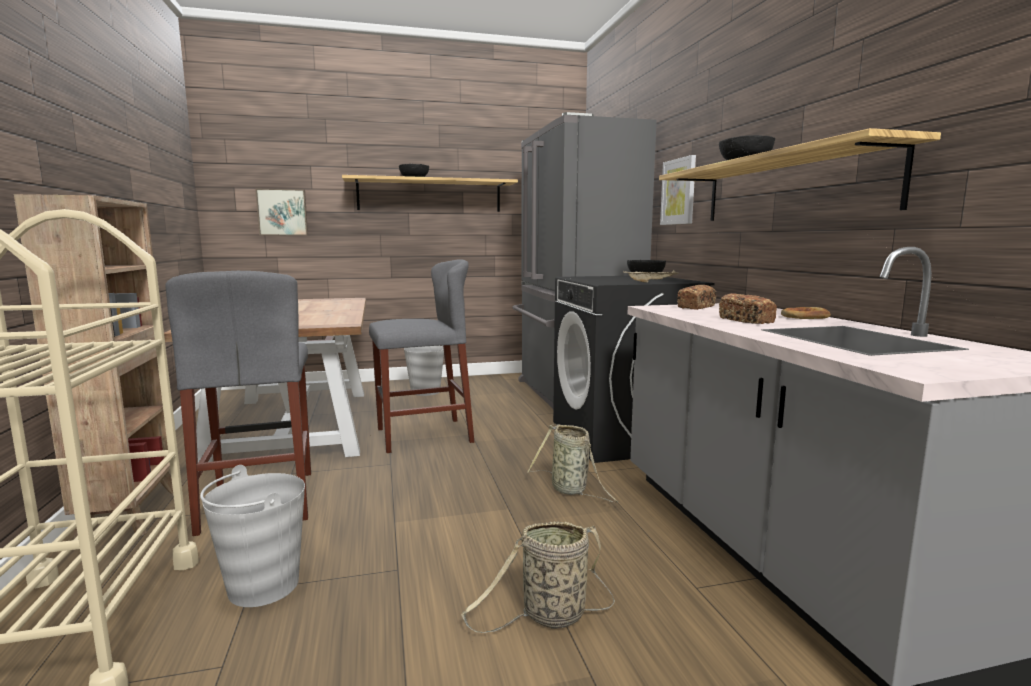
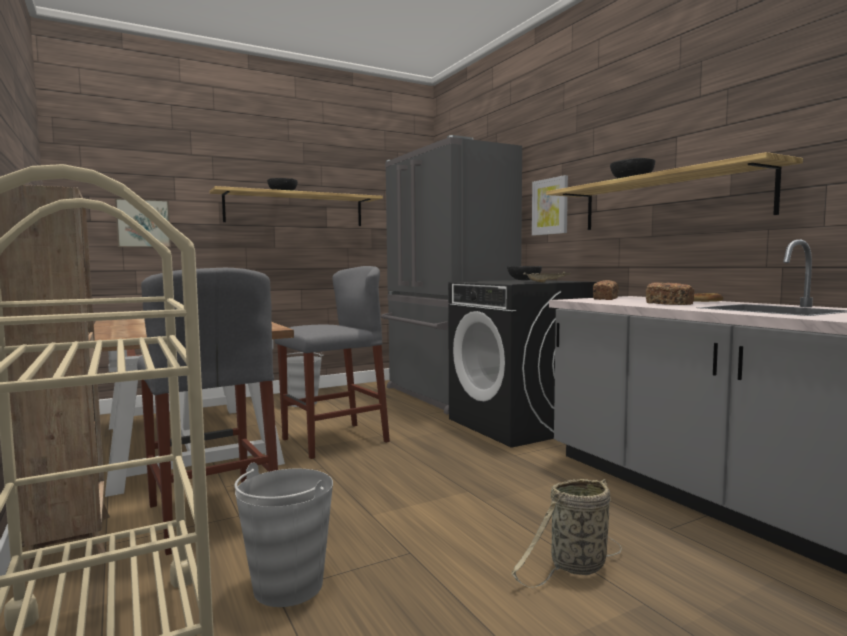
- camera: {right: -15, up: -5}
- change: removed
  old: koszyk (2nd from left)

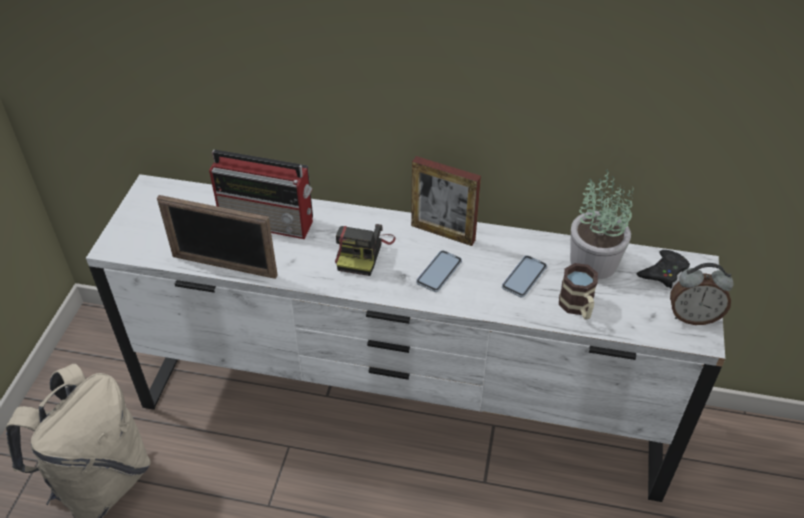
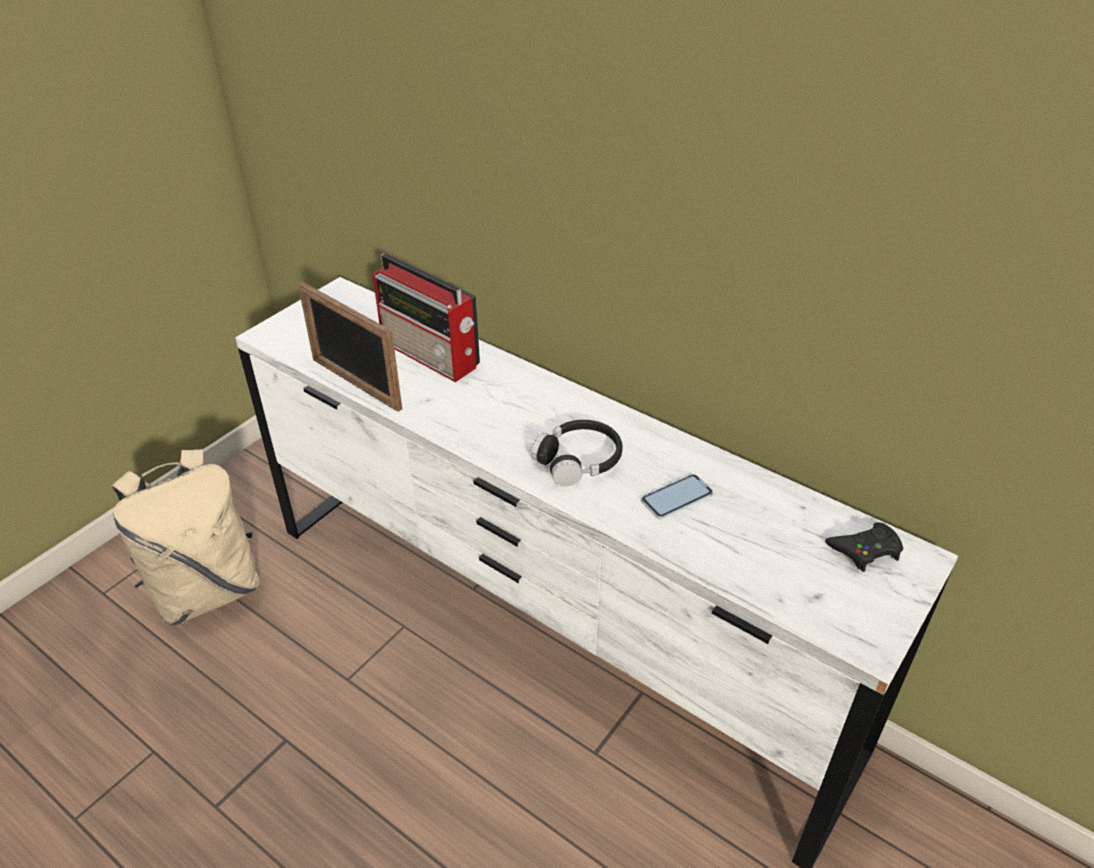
- camera: {right: 25, up: -5}
- change: removed
  old: aparat fotograficzny
- change: removed
  old: ramka na zdjęcie (2nd from left)
- change: replaced
  old: telefon (1st from left)
  new: słuchawki (czarny)
- change: removed
  old: kubek
- change: removed
  old: roślina doniczkowa
- change: removed
  old: budzik

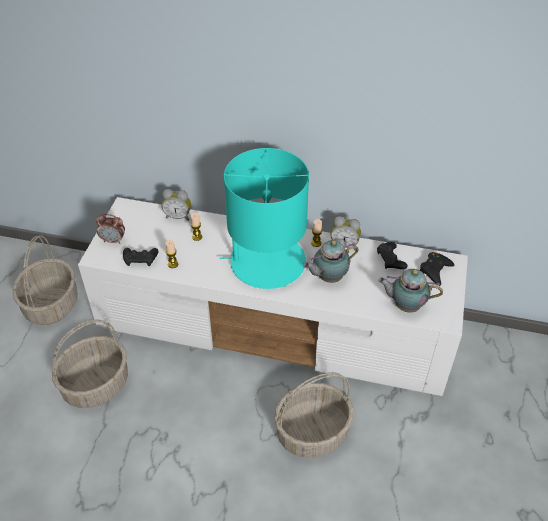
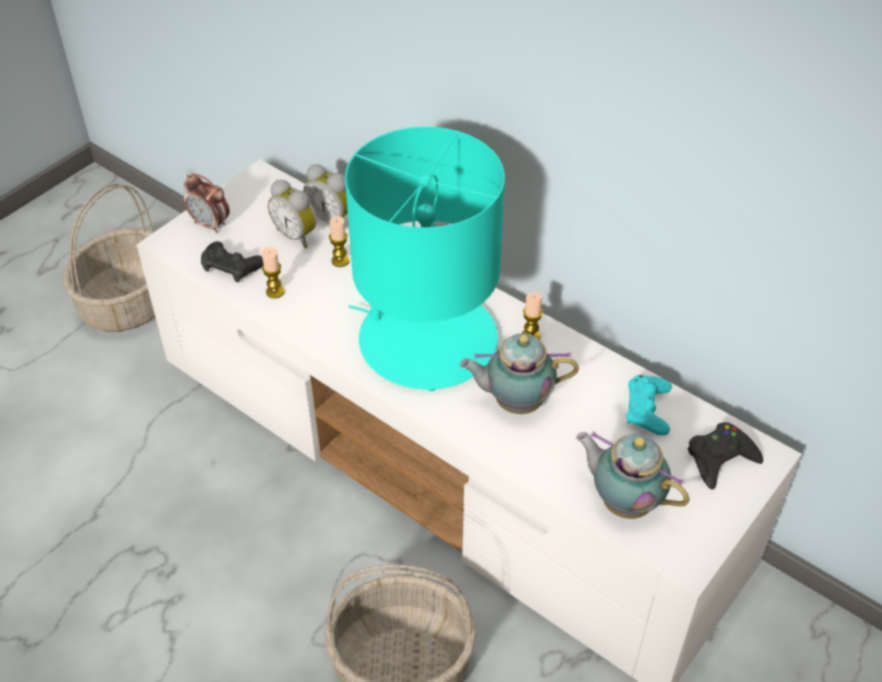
- camera: {right: 25, up: 0}
- change: removed
  old: koszyk (2nd from left)
- change: moved
  old: budzik (3rd from left in the first image)
  new: budzik (2nd from left)
- change: recoloured
  old: pad do gier (czarny) (2nd from left)
  new: pad do gier (turkusowy)

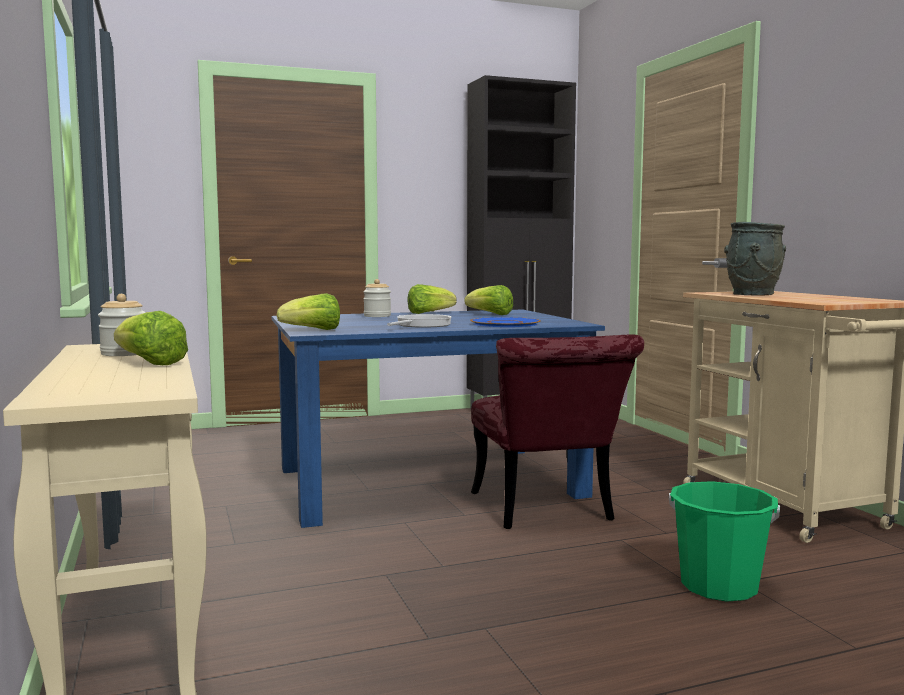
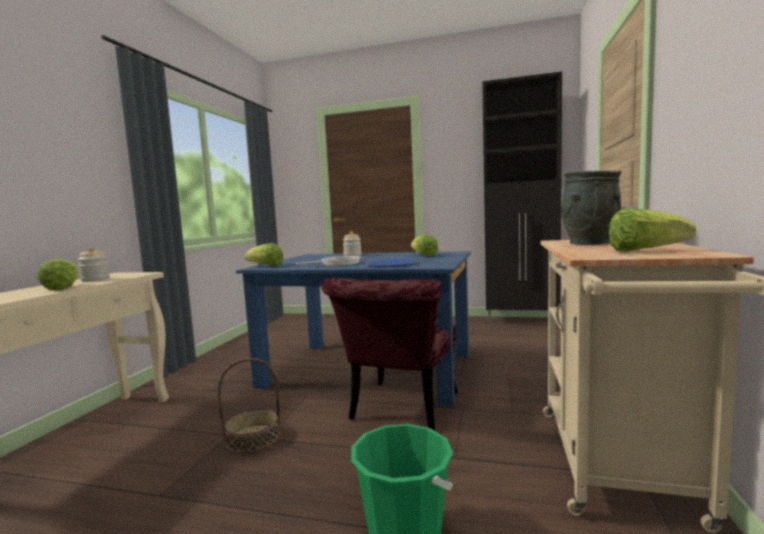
- camera: {right: 35, up: 0}
- change: moved
  old: sałata (3rd from left in the first image)
  new: sałata (4th from left)
- change: added
  new: koszyk

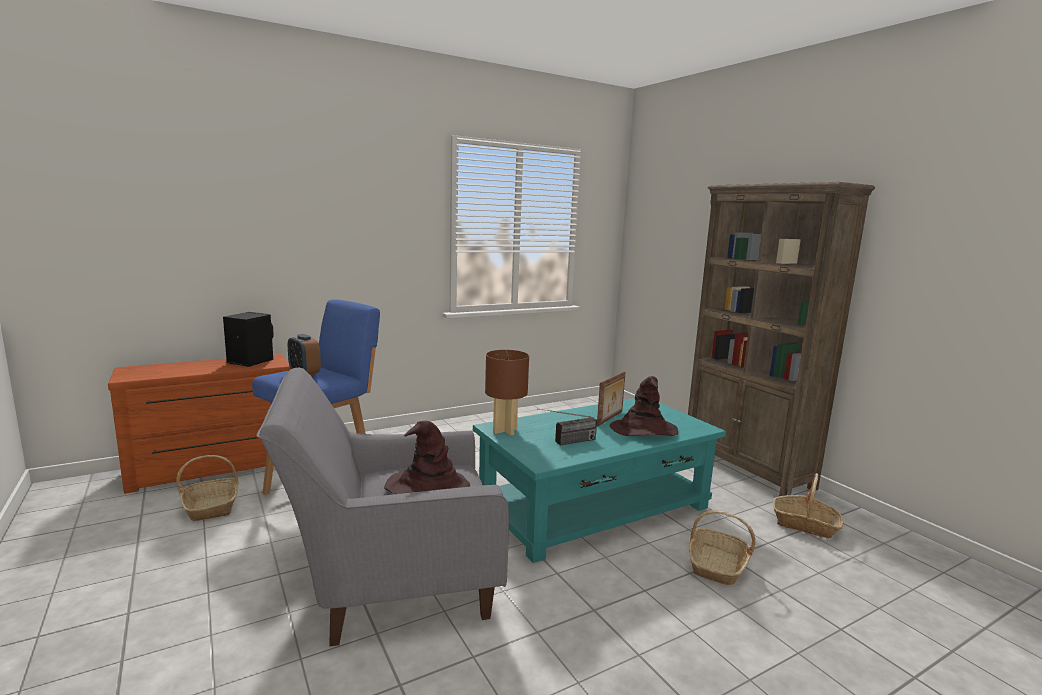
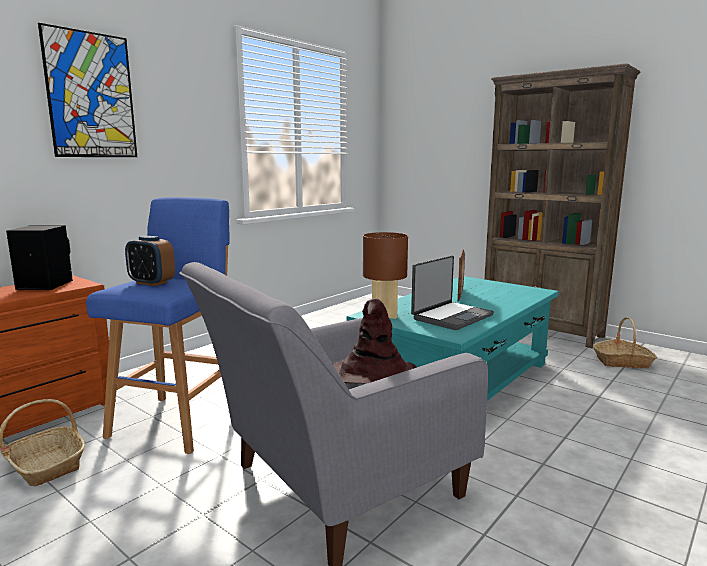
- camera: {right: -20, up: 0}
- change: replaced
  old: radio
  new: laptop
- change: removed
  old: kapelusz (brązowy) (2nd from left)
- change: removed
  old: koszyk (2nd from left)
- change: added
  new: obraz

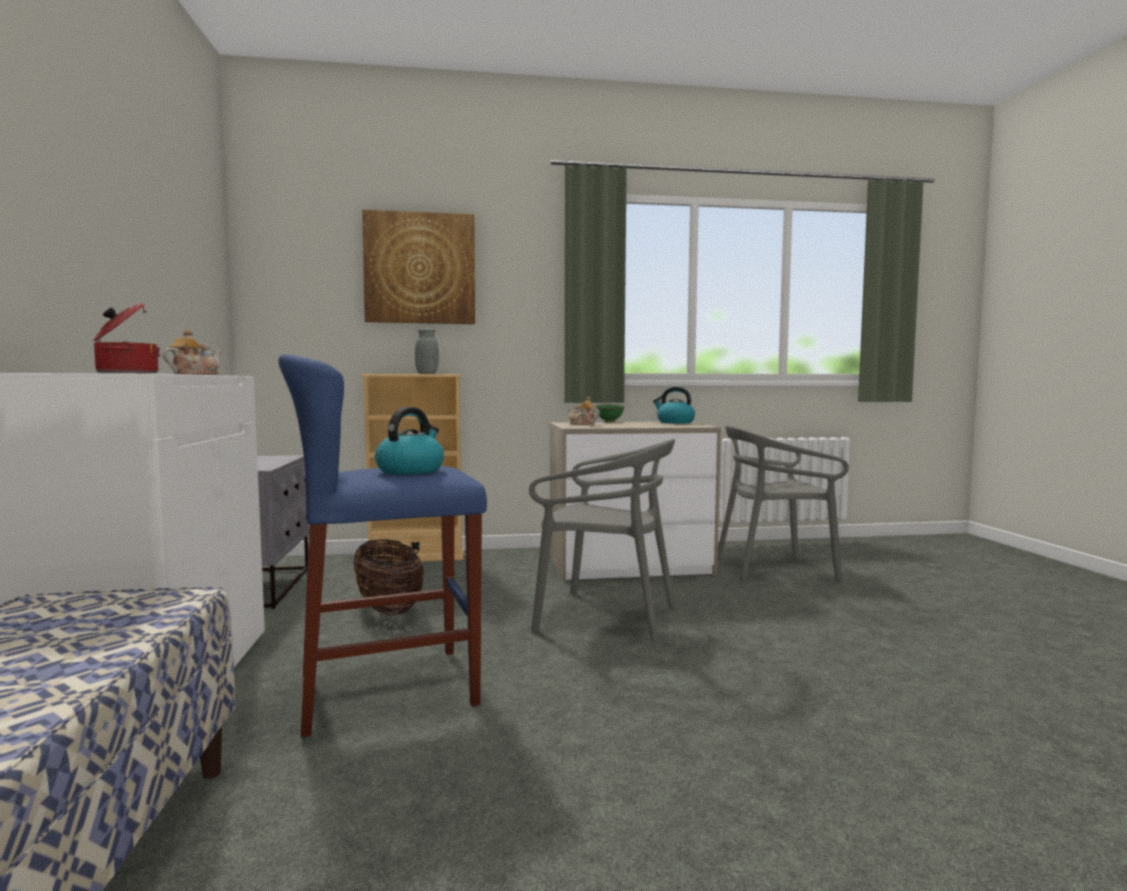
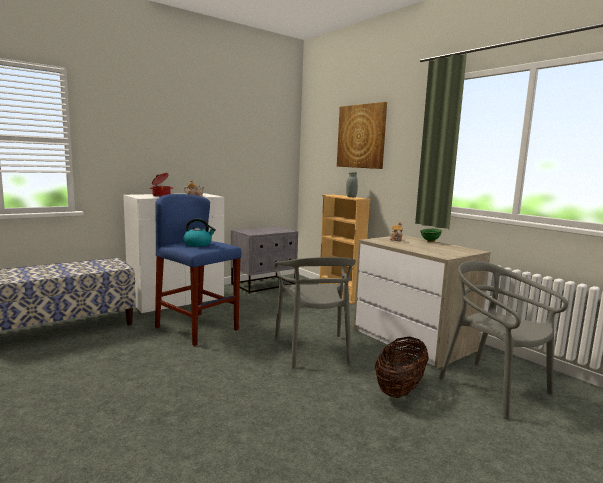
- camera: {right: 60, up: 5}
- change: moved
  old: koszyk
- change: removed
  old: czajnik (2nd from left)

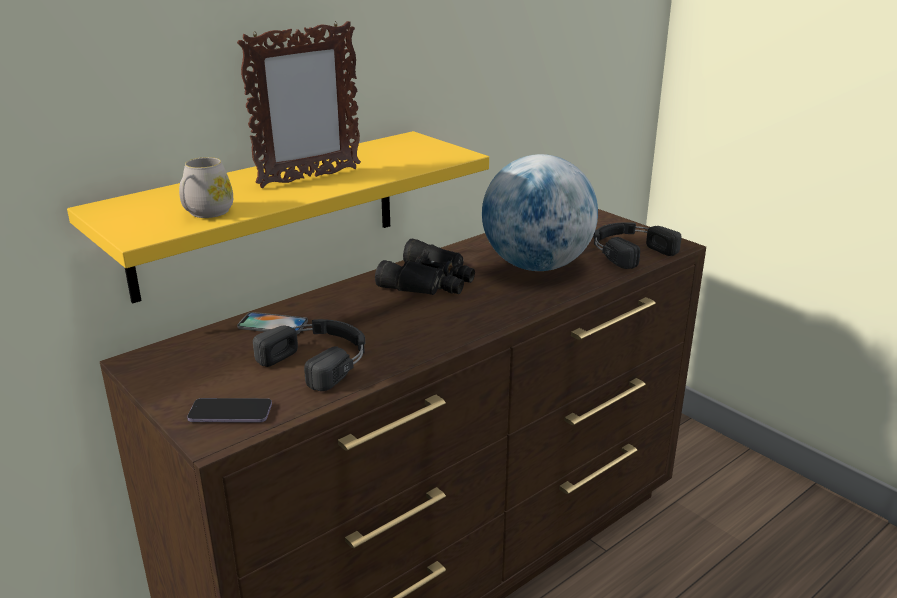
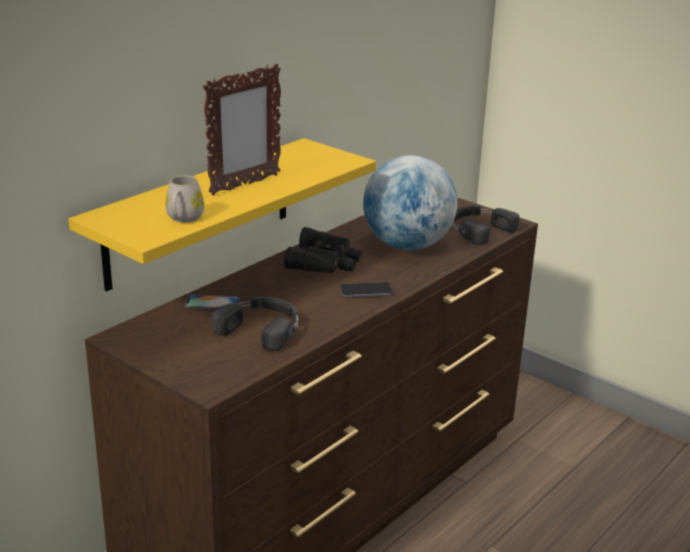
- camera: {right: -10, up: 0}
- change: moved
  old: telefon (1st from left in the first image)
  new: telefon (2nd from left)

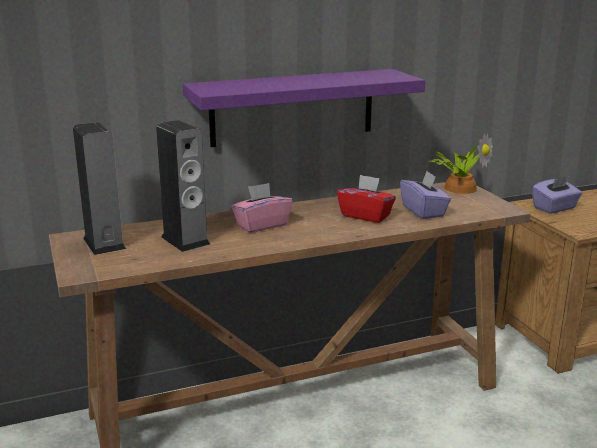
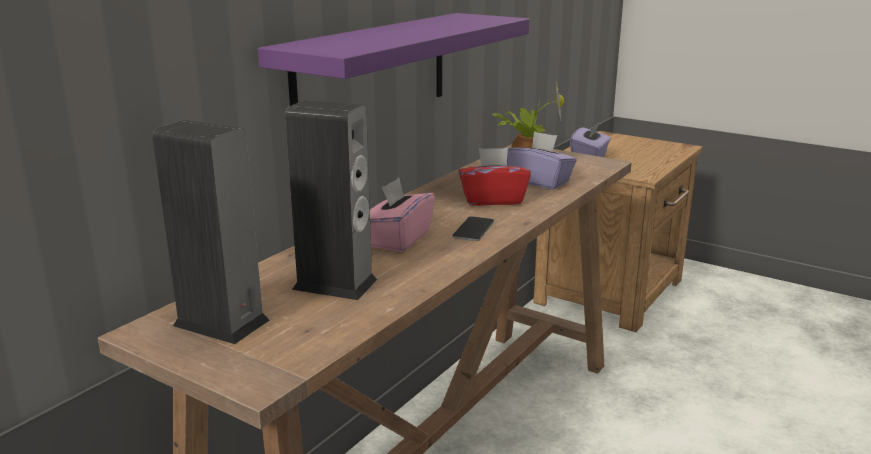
- camera: {right: -35, up: 0}
- change: added
  new: telefon

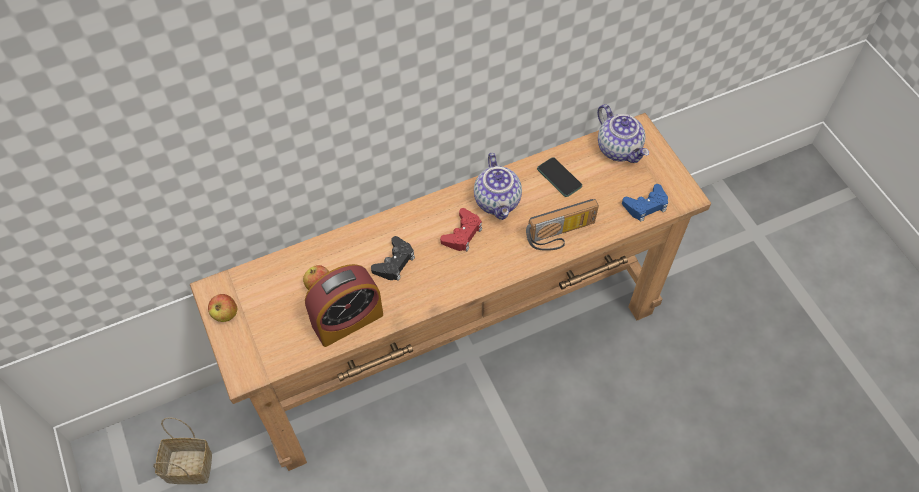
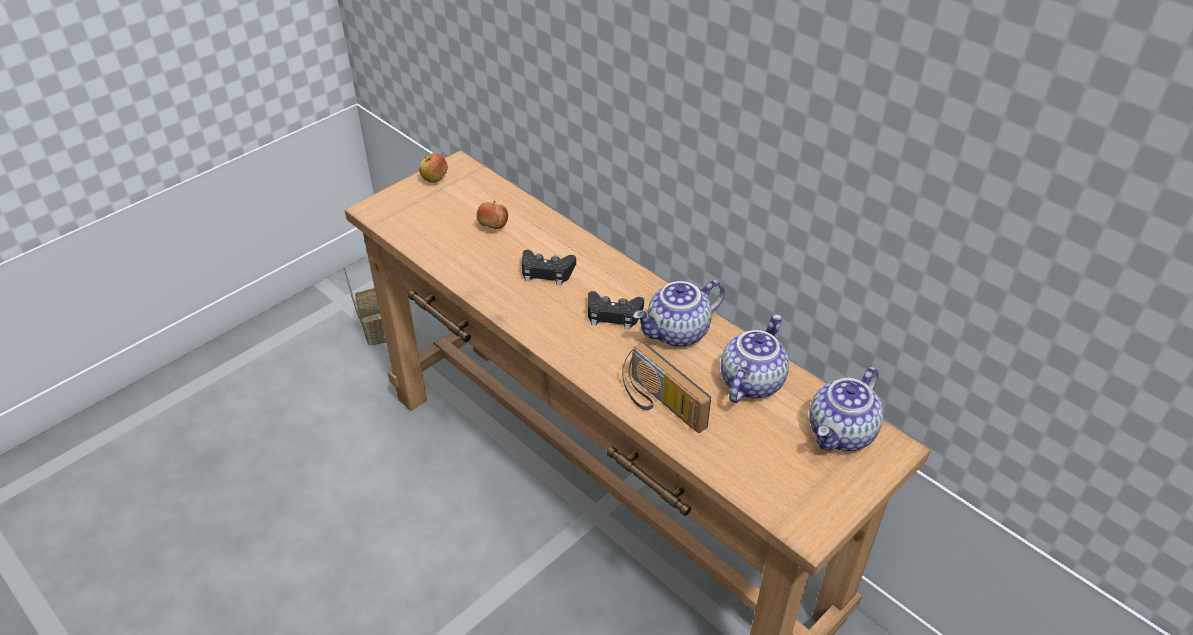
- camera: {right: 70, up: -15}
- change: removed
  old: budzik
- change: recoloured
  old: pad do gier (czerwony)
  new: pad do gier (czarny) (2nd from left)
- change: replaced
  old: telefon
  new: imbryk (2nd from left)
- change: removed
  old: pad do gier (niebieski)

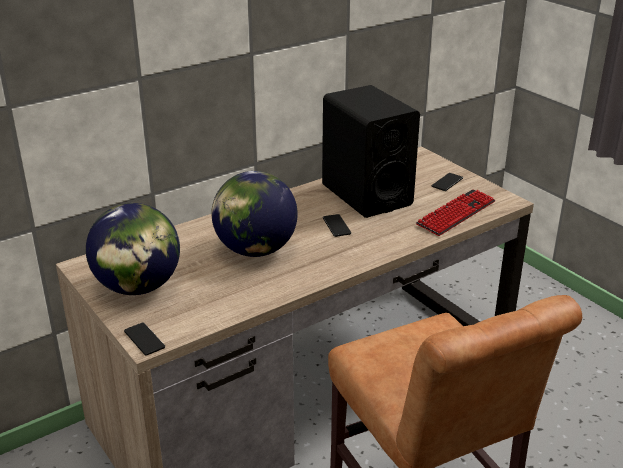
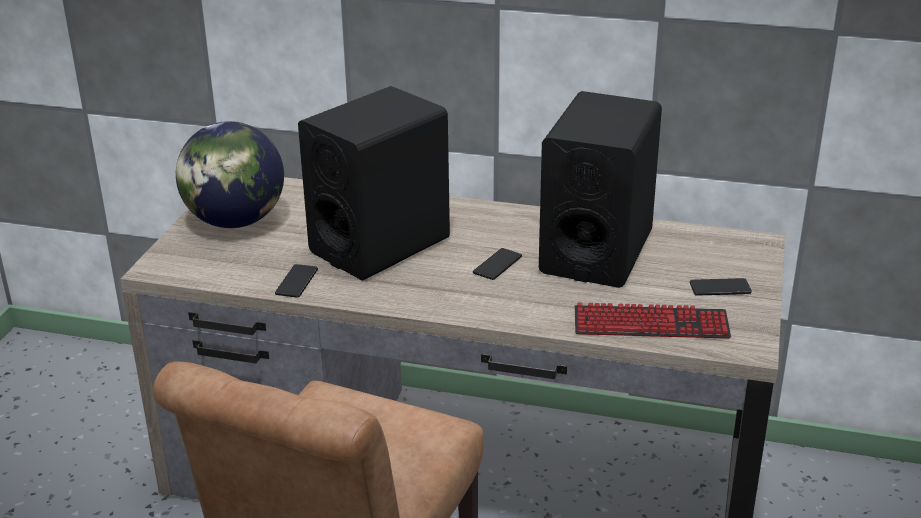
- camera: {right: 50, up: 0}
- change: moved
  old: telefon (1st from left)
- change: replaced
  old: globus (2nd from left)
  new: głośnik (czarny) (1st from left)

